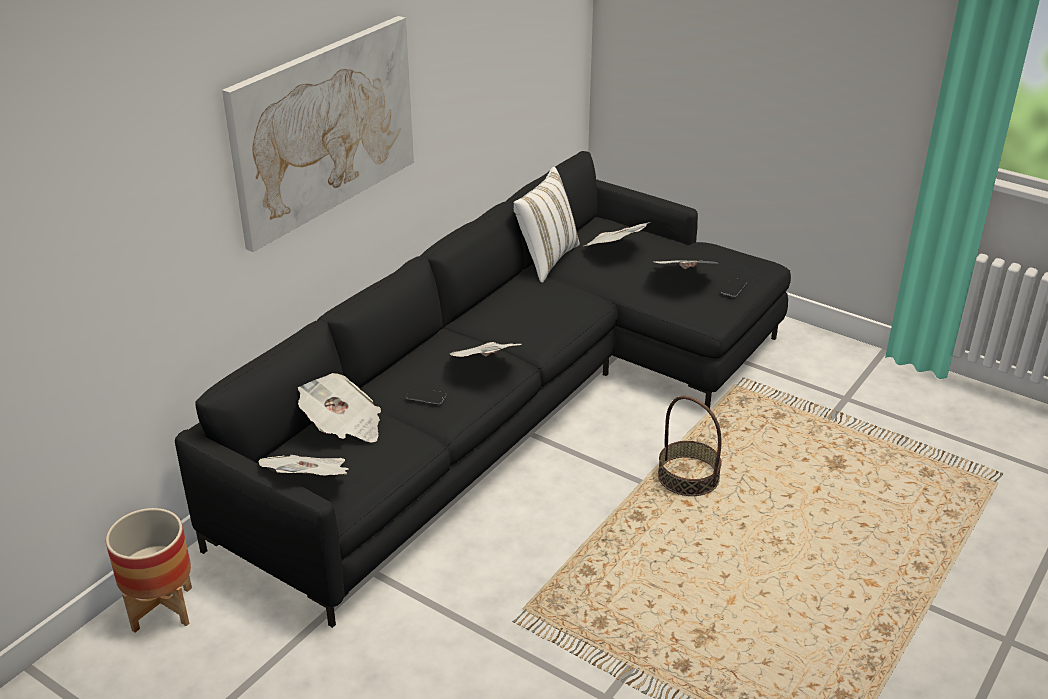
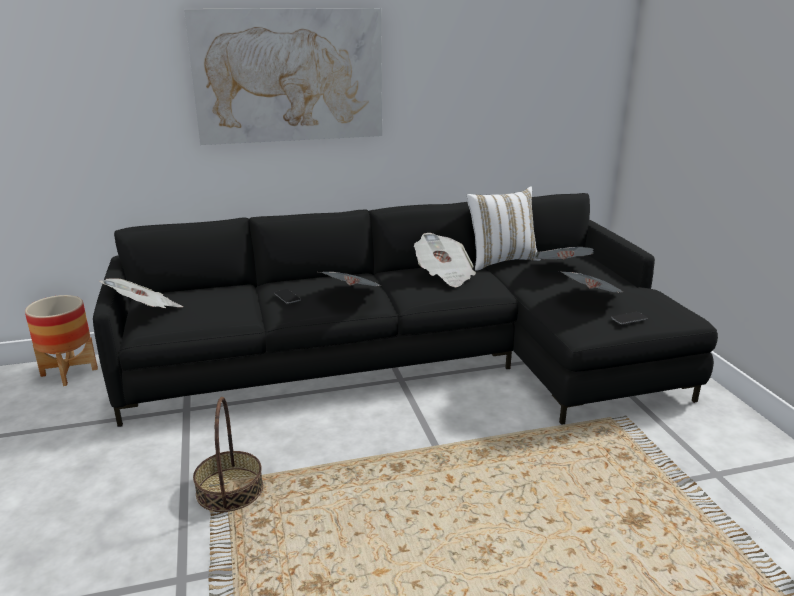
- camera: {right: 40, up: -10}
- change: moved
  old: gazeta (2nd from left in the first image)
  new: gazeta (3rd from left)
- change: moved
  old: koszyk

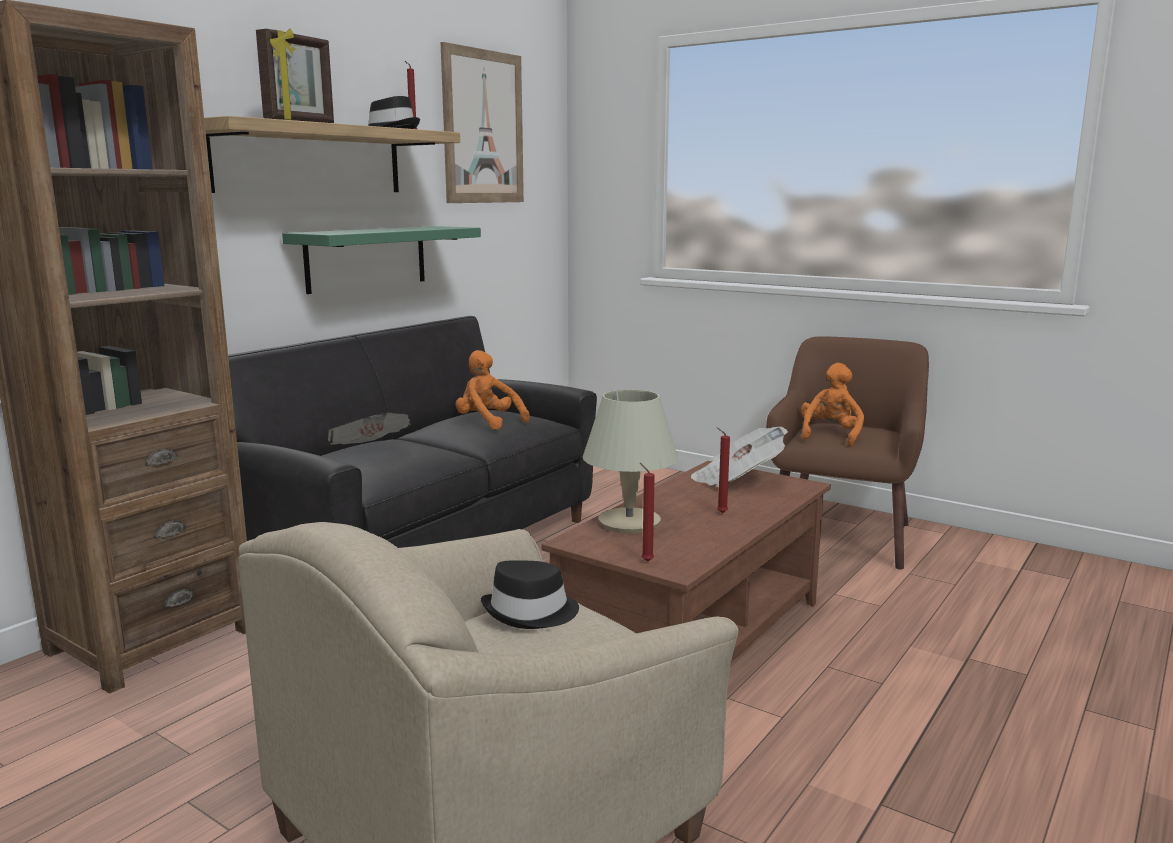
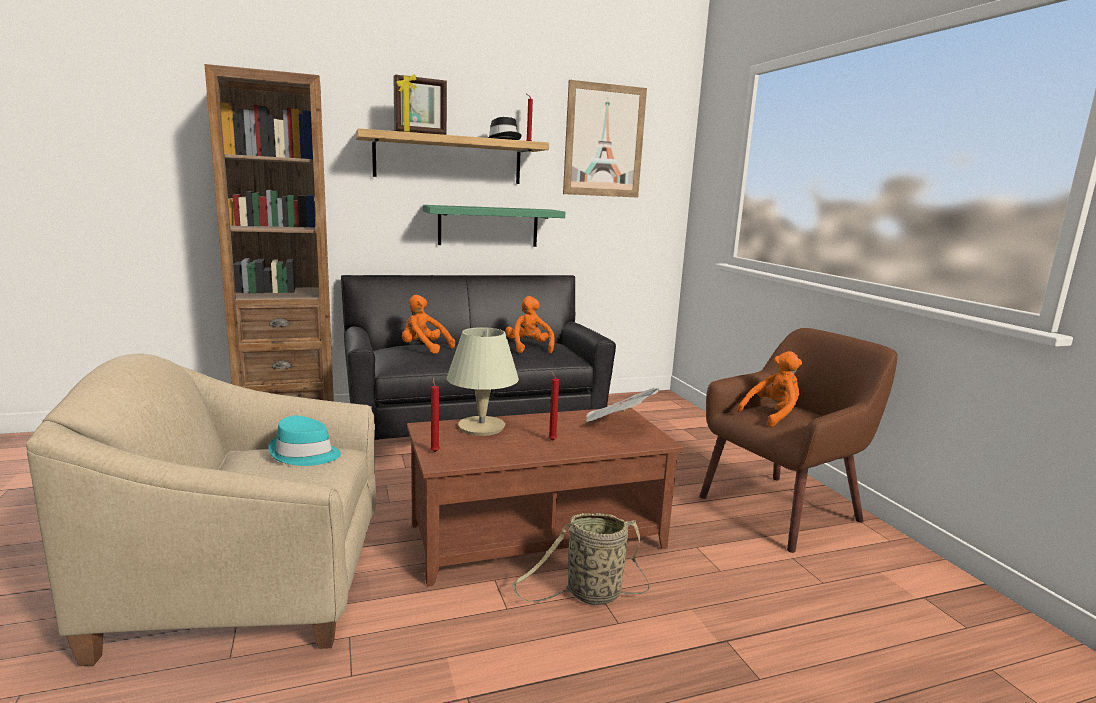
- camera: {right: 35, up: 0}
- change: replaced
  old: gazeta (1st from left)
  new: pluszak (pomarańczowy) (1st from left)
- change: recoloured
  old: kapelusz (czarny) (2nd from left)
  new: kapelusz (turkusowy)
- change: added
  new: koszyk

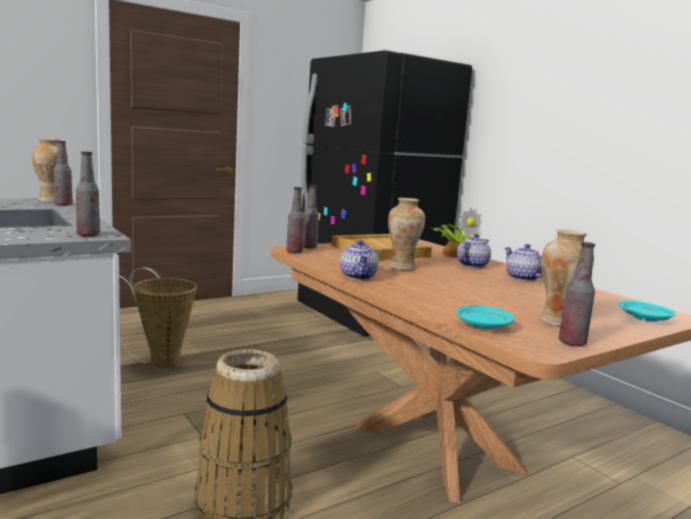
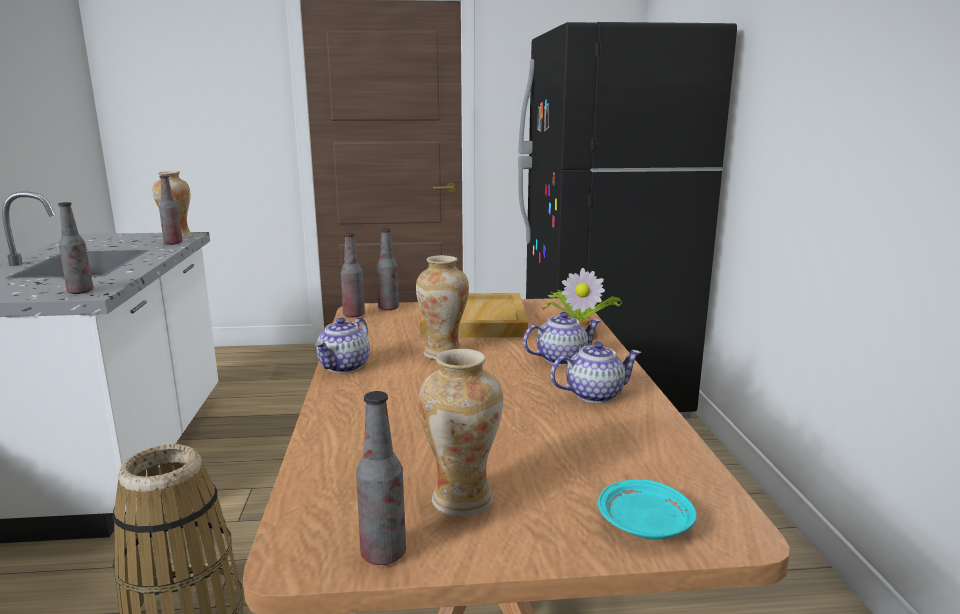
- camera: {right: 30, up: 5}
- change: removed
  old: koszyk (1st from left)
- change: removed
  old: talerz (turkusowy) (1st from left)
- change: turned
  old: imbryk (3rd from left)
  degrees: 75

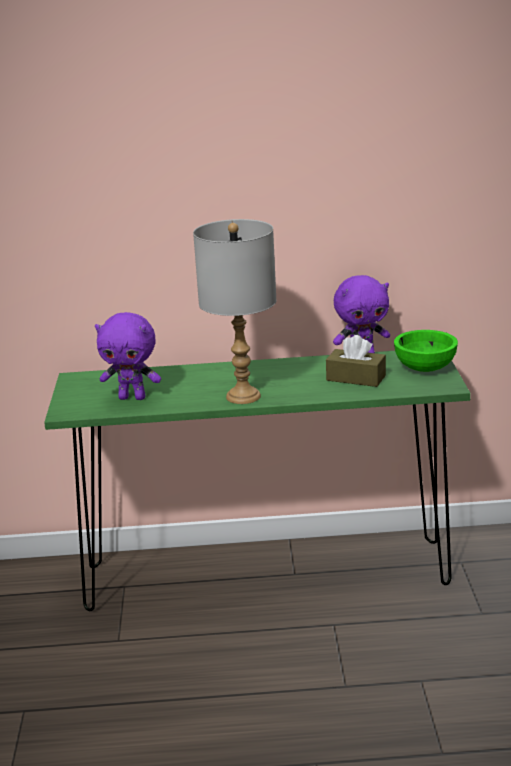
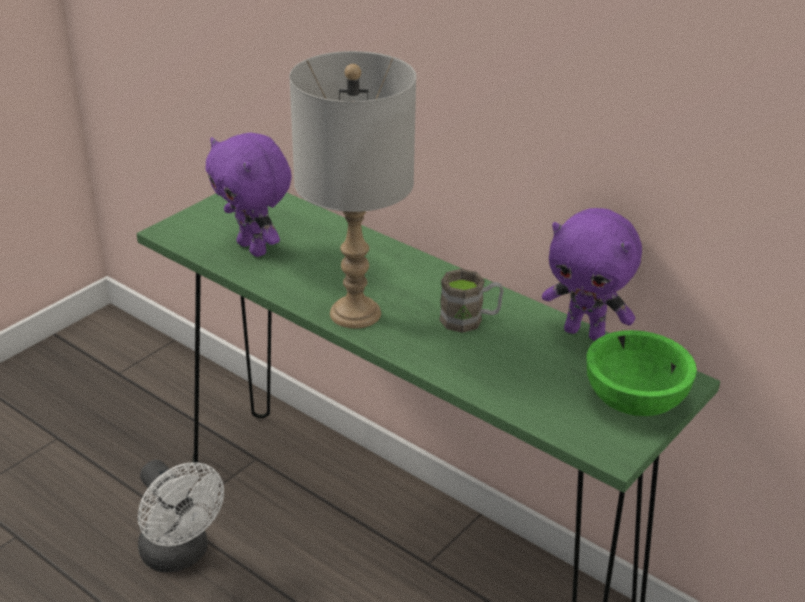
- camera: {right: 40, up: 10}
- change: removed
  old: pudełko chusteczek (brązowy)
- change: added
  new: wentylator (biały)
- change: added
  new: kubek (brązowy)

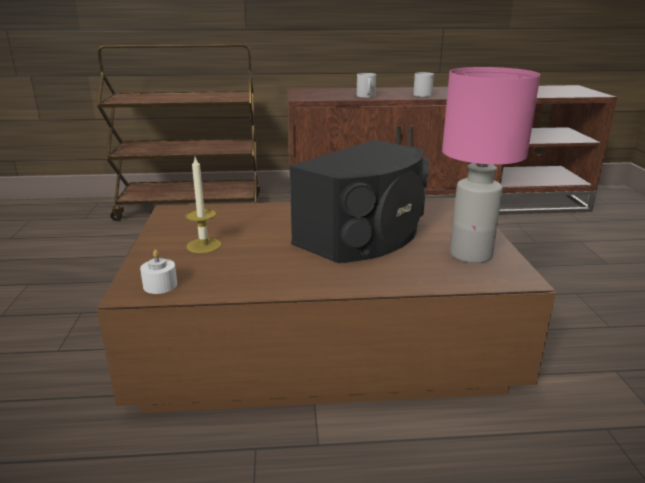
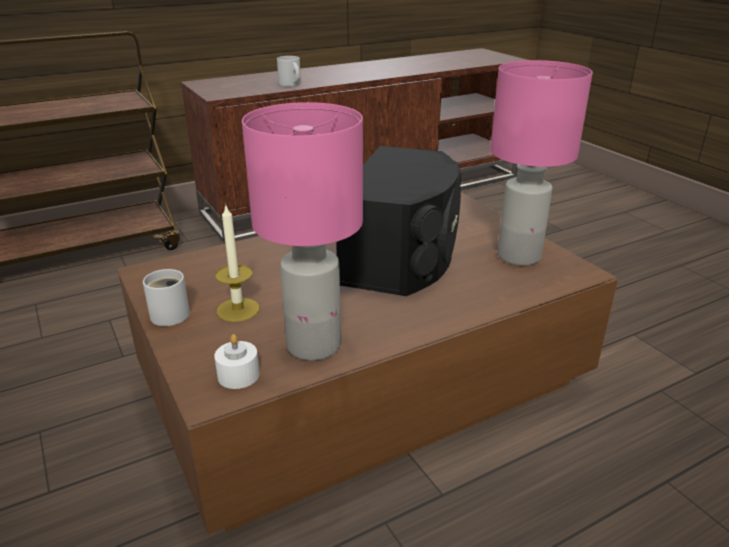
- camera: {right: -25, up: 5}
- change: moved
  old: kubek (biały) (2nd from left in the first image)
  new: kubek (biały) (1st from left)
- change: added
  new: lampa stołowa (różowy) (1st from left)

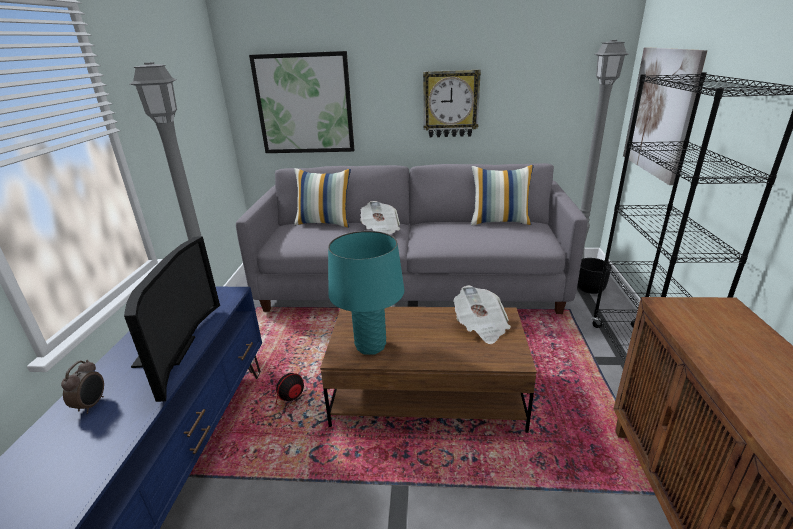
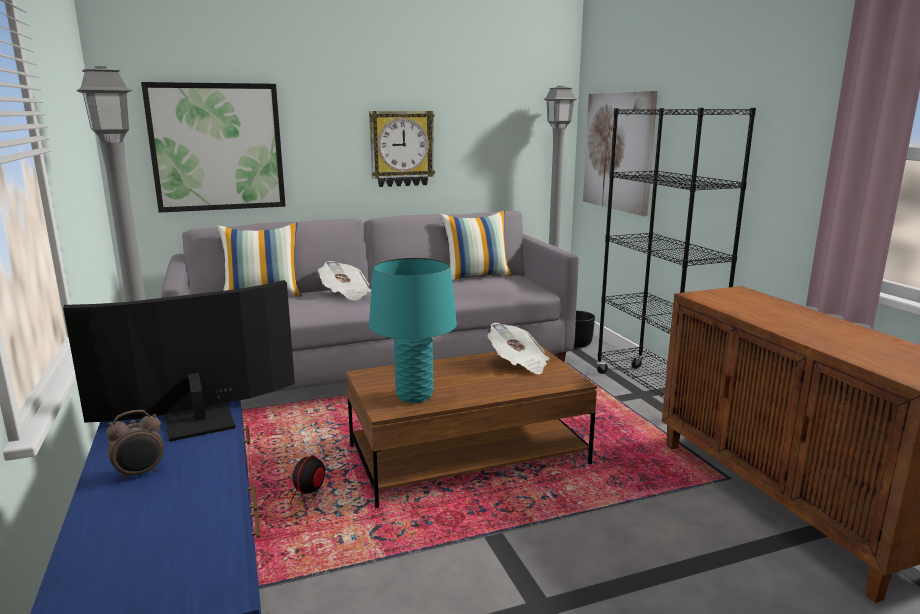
- camera: {right: -25, up: -10}
- change: turned
  old: budzik
  degrees: 75
- change: turned
  old: telewizor
  degrees: -90

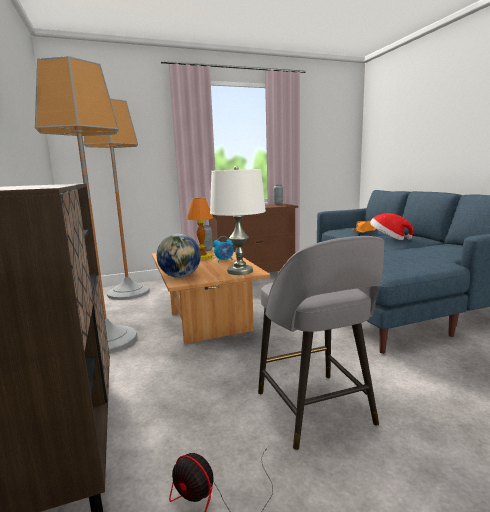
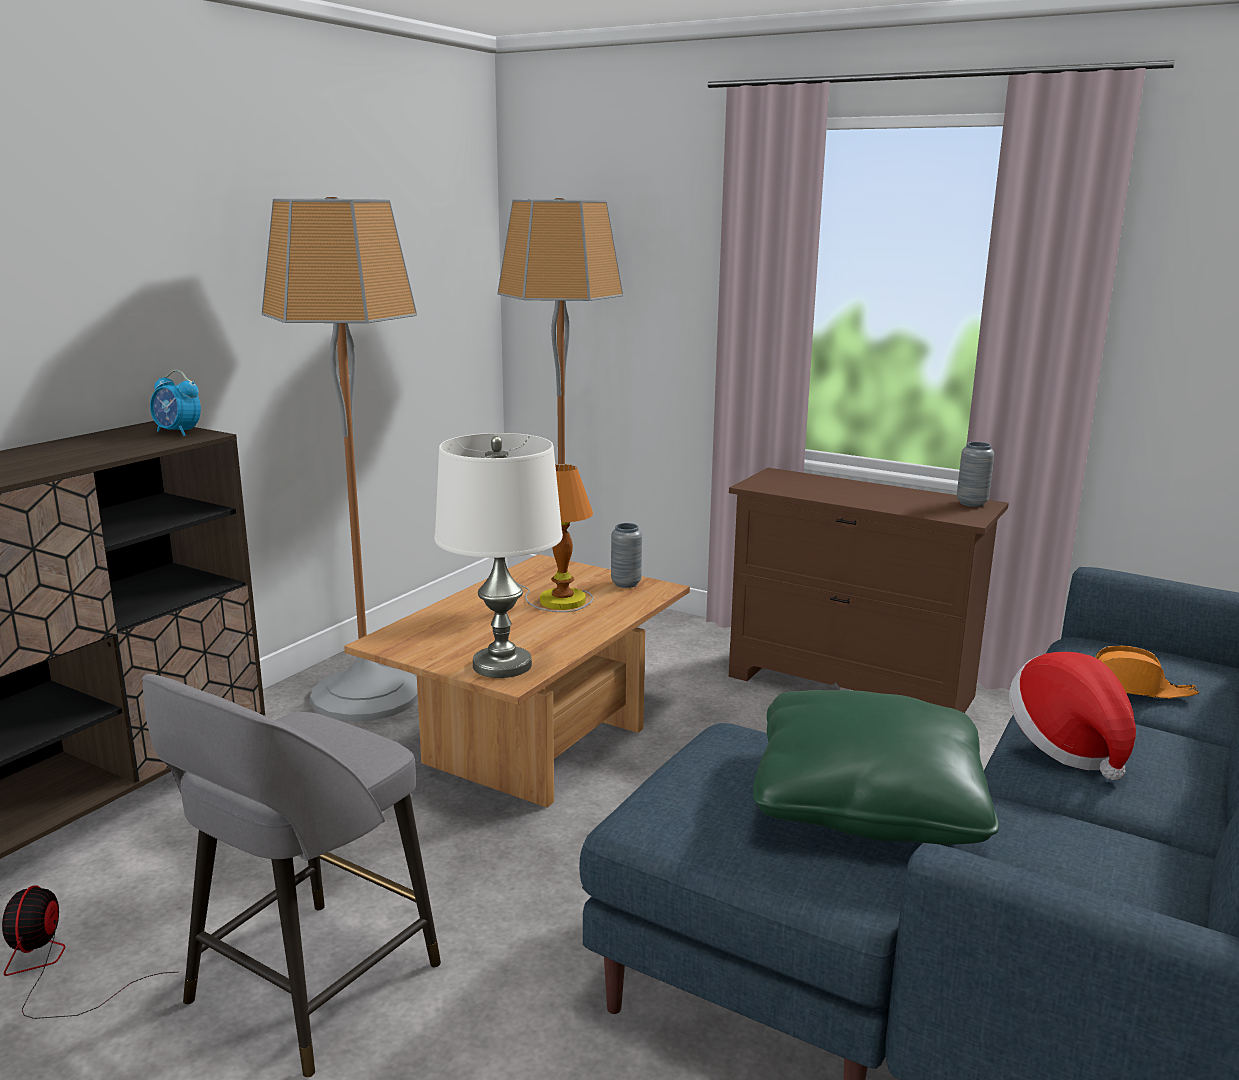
- camera: {right: 50, up: 5}
- change: removed
  old: globus
- change: moved
  old: budzik
- change: added
  new: poduszka (zielony)

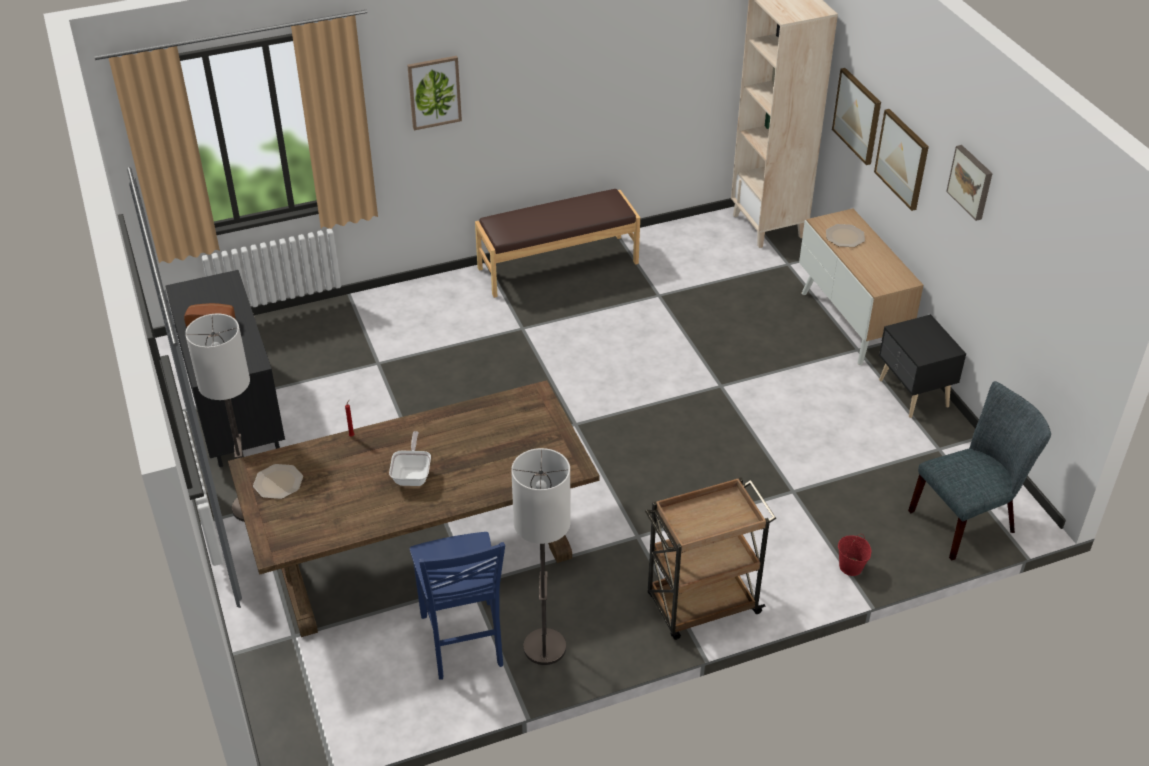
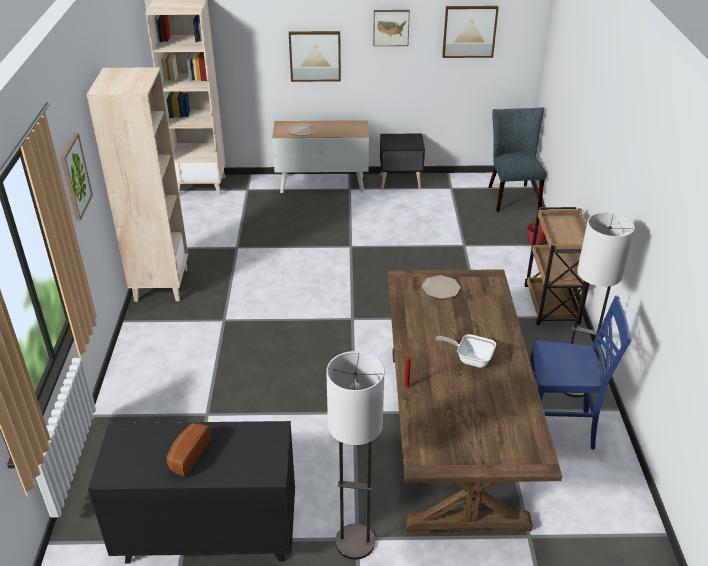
- camera: {right: -70, up: -5}
- change: moved
  old: talerz (1st from left in the first image)
  new: talerz (2nd from left)
- change: replaced
  old: ławka (brązowy)
  new: regał (beżowy) (1st from left)
- change: moved
  old: obraz (2nd from left in the first image)
  new: obraz (4th from left)

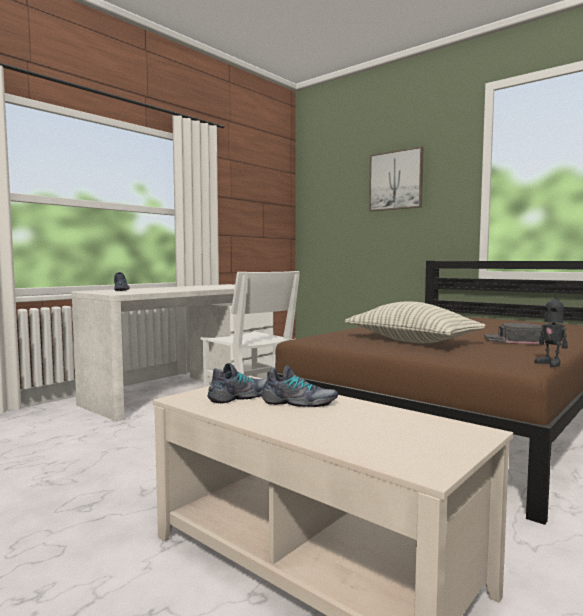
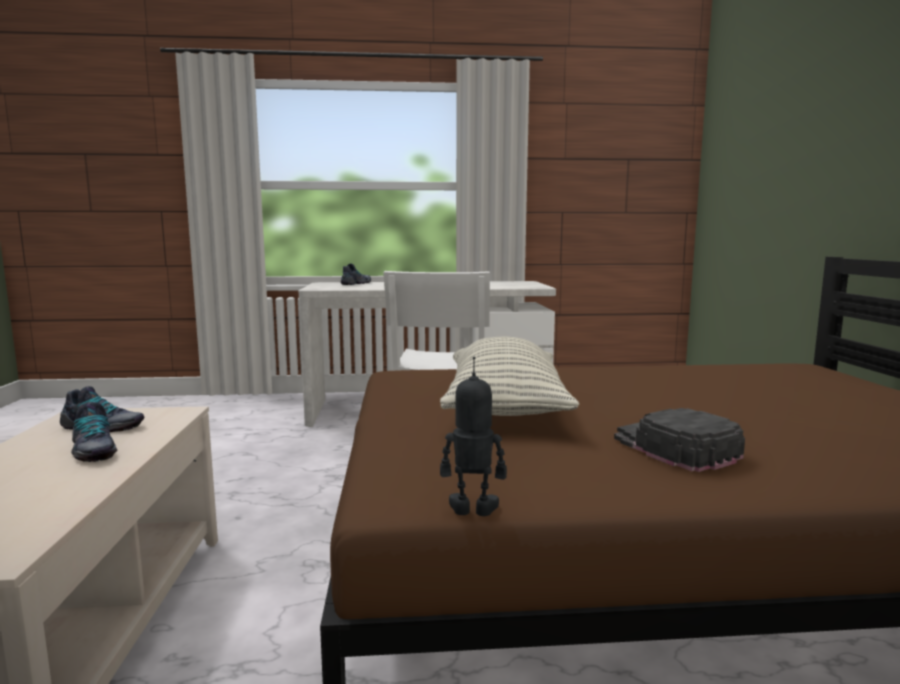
- camera: {right: 45, up: 5}
- change: removed
  old: obraz
- change: turned
  old: robot zabawkowy
  degrees: 75

